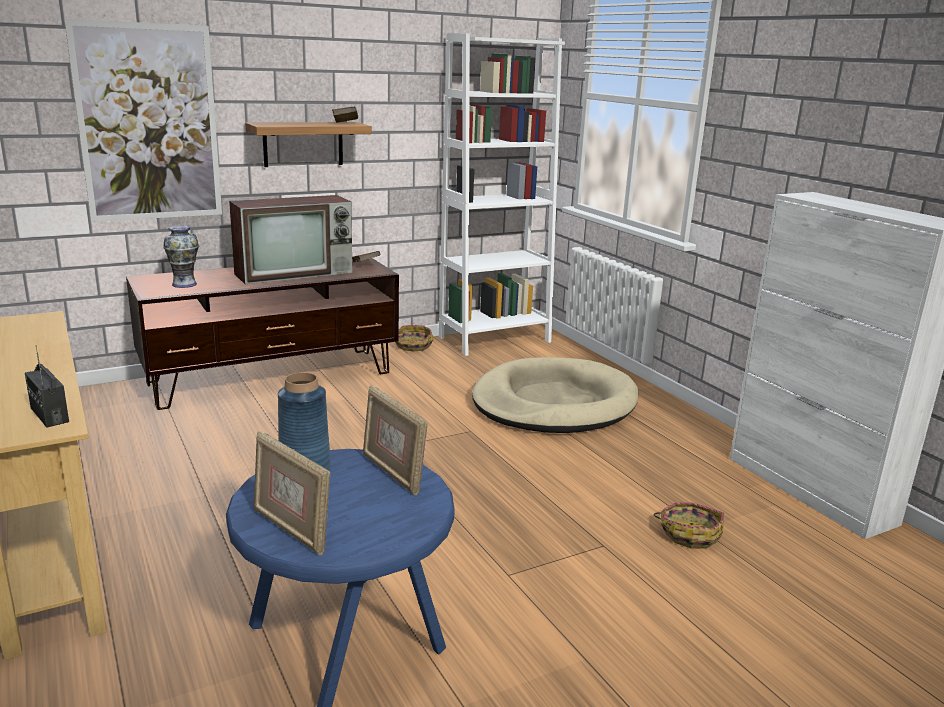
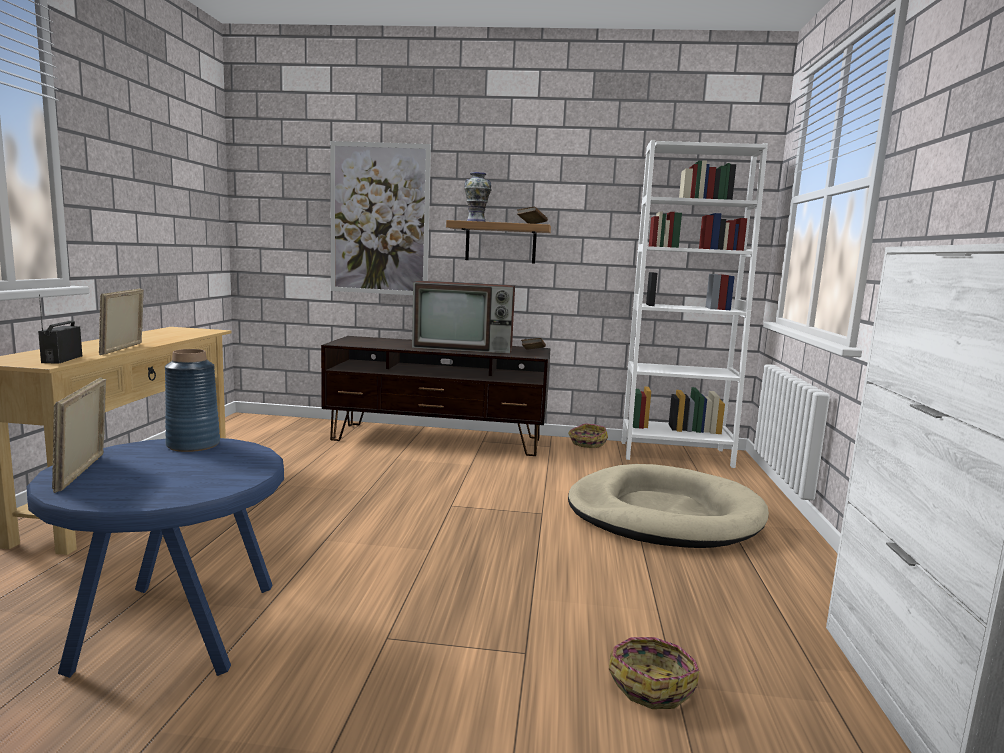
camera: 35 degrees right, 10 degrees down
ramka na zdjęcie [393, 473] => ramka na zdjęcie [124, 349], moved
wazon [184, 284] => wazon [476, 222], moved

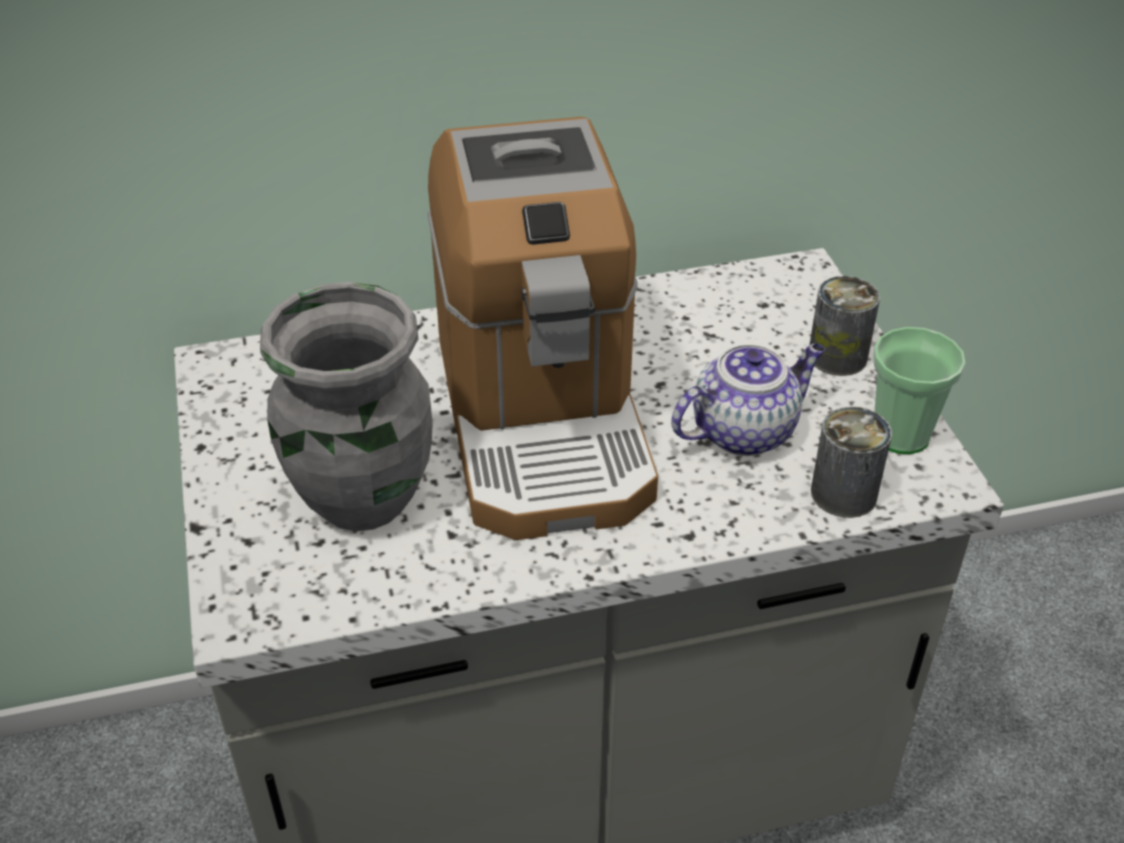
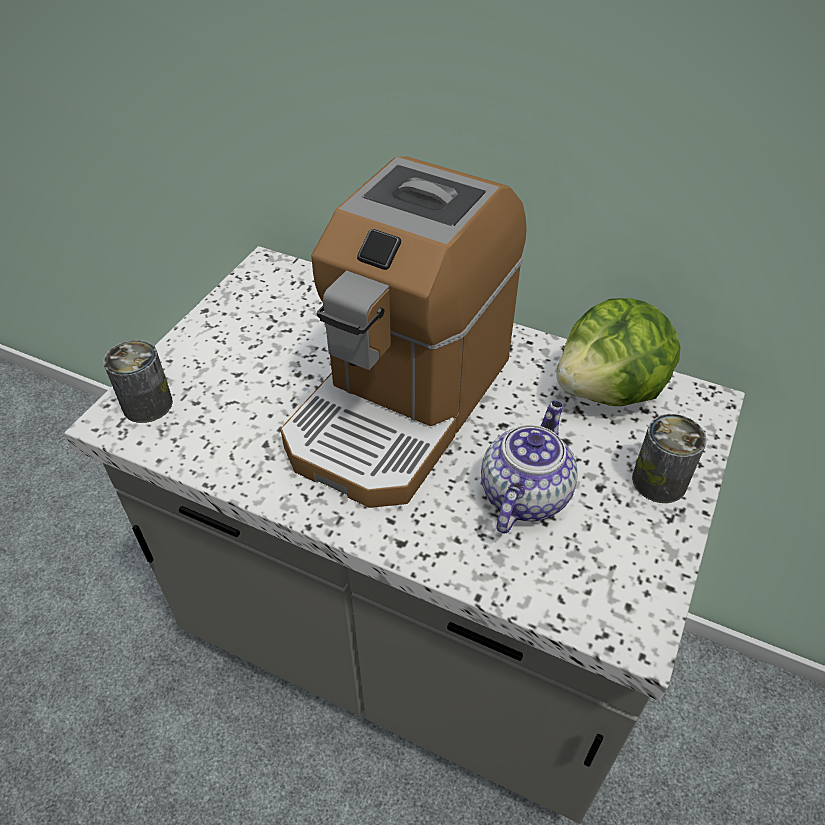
camera: 40 degrees right, 5 degrees up
puszka [843, 493] => puszka [147, 404], moved
imbryk [744, 430] => imbryk [524, 493], 75 degrees counterclockwise
nothing => sałata [610, 391]
wazon [szary] [360, 499] => nothing
filiżanka [900, 435] => nothing

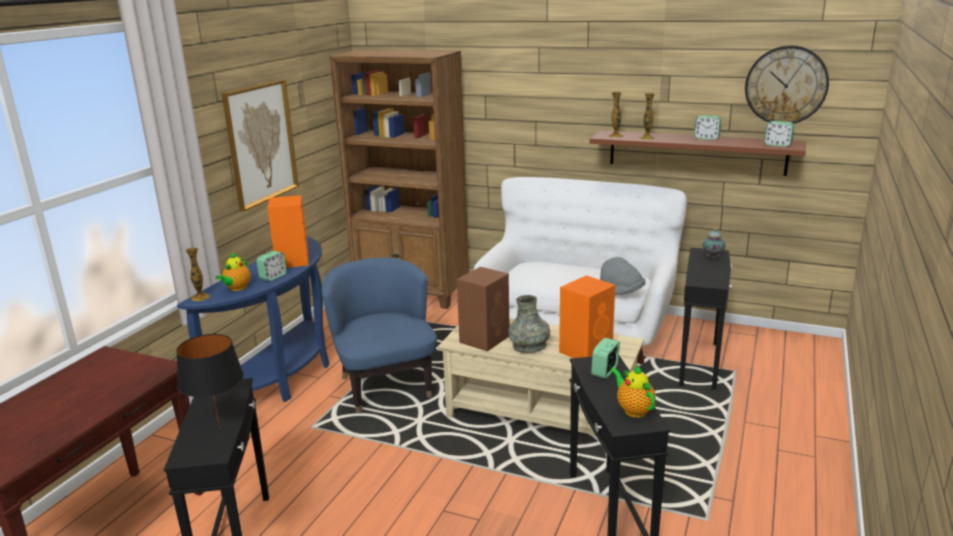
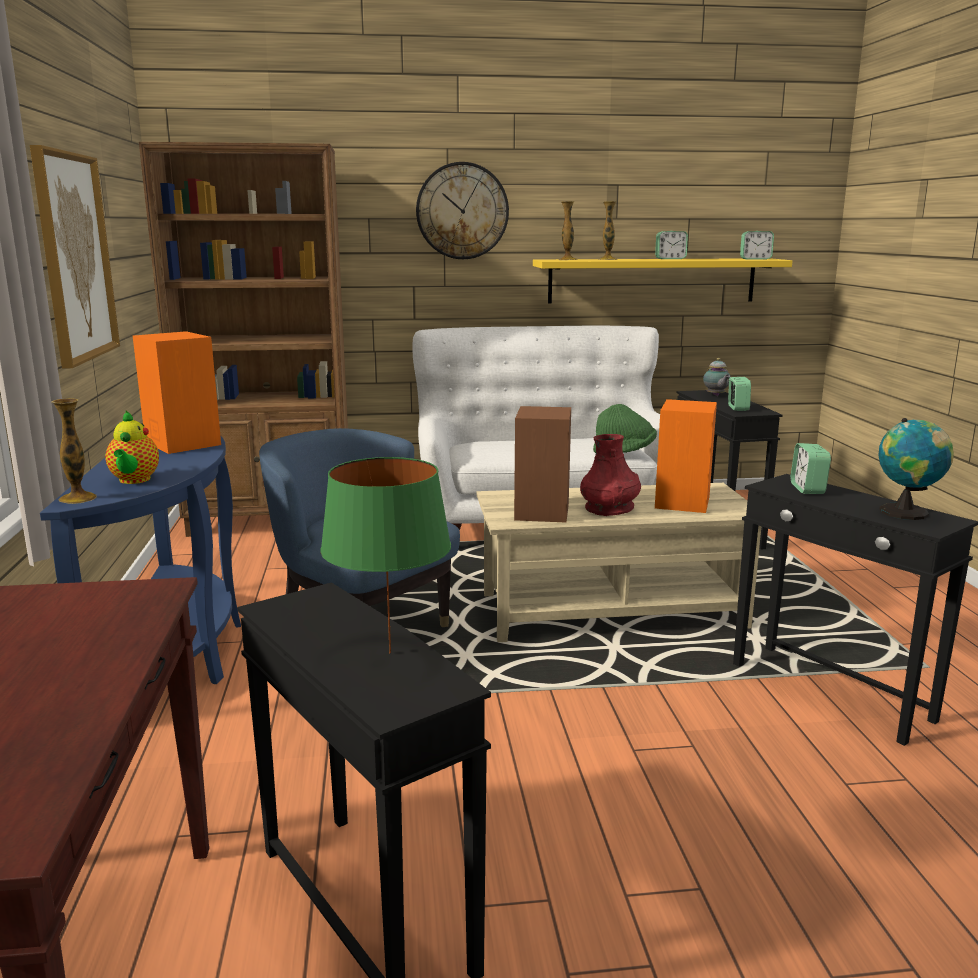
camera: 30 degrees left, 5 degrees down
lampa stołowa [czarny] [219, 428] => lampa stołowa [zielony] [388, 653]
zegar ścienny [786, 85] => zegar ścienny [462, 211], moved
półka [brązowy] [696, 152] => półka [żółty] [652, 280]
wazon [szary] [529, 346] => wazon [czerwony] [609, 508]
kapelusz [szary] [621, 293] => kapelusz [zielony] [624, 452]
budzik [273, 276] => budzik [738, 408], moved
imbryk [633, 410] => globus [907, 513]

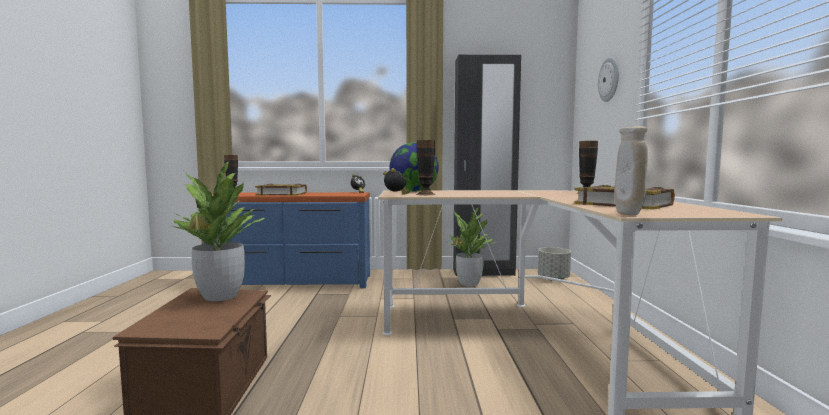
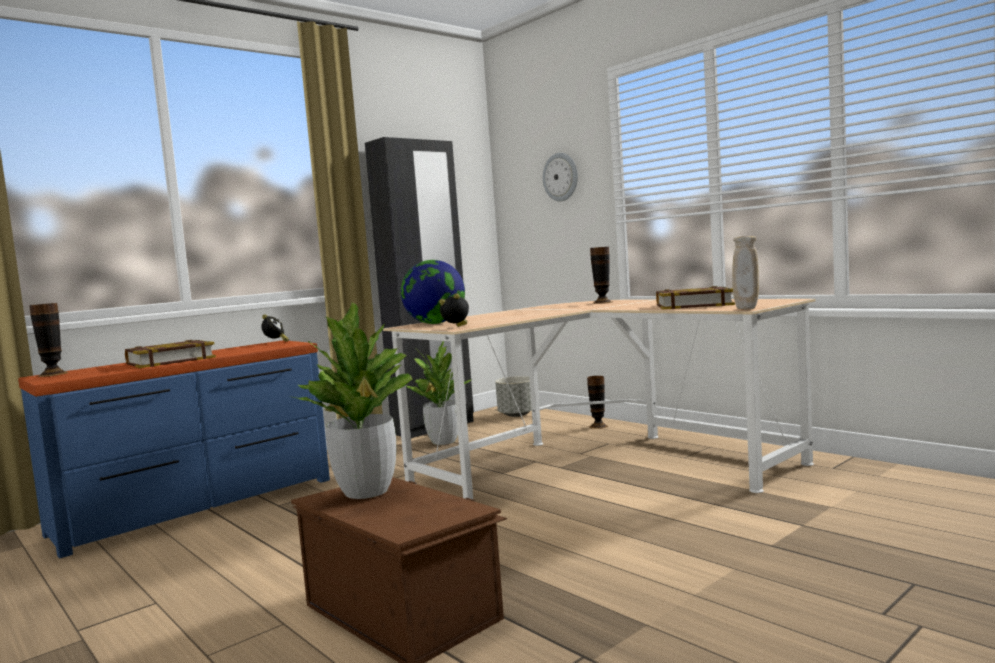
camera: 40 degrees left, 0 degrees up
wazon [425, 194] => wazon [598, 426], moved

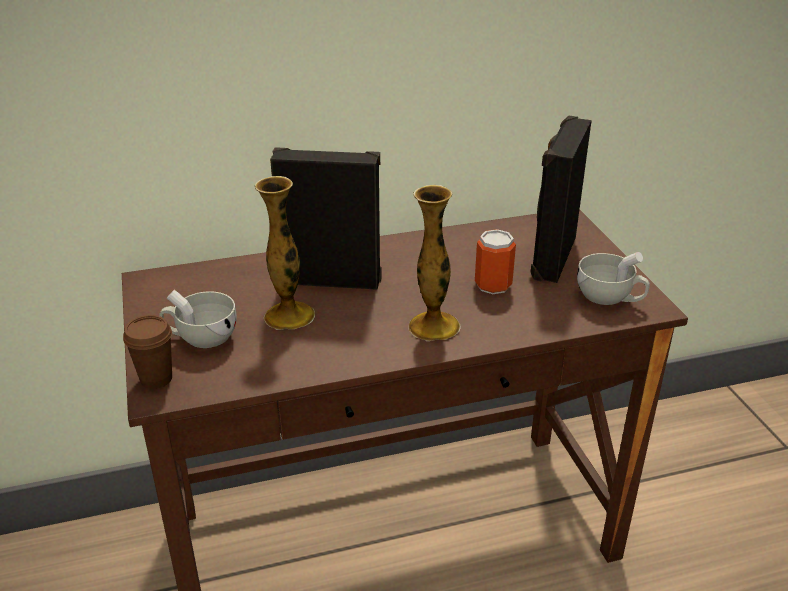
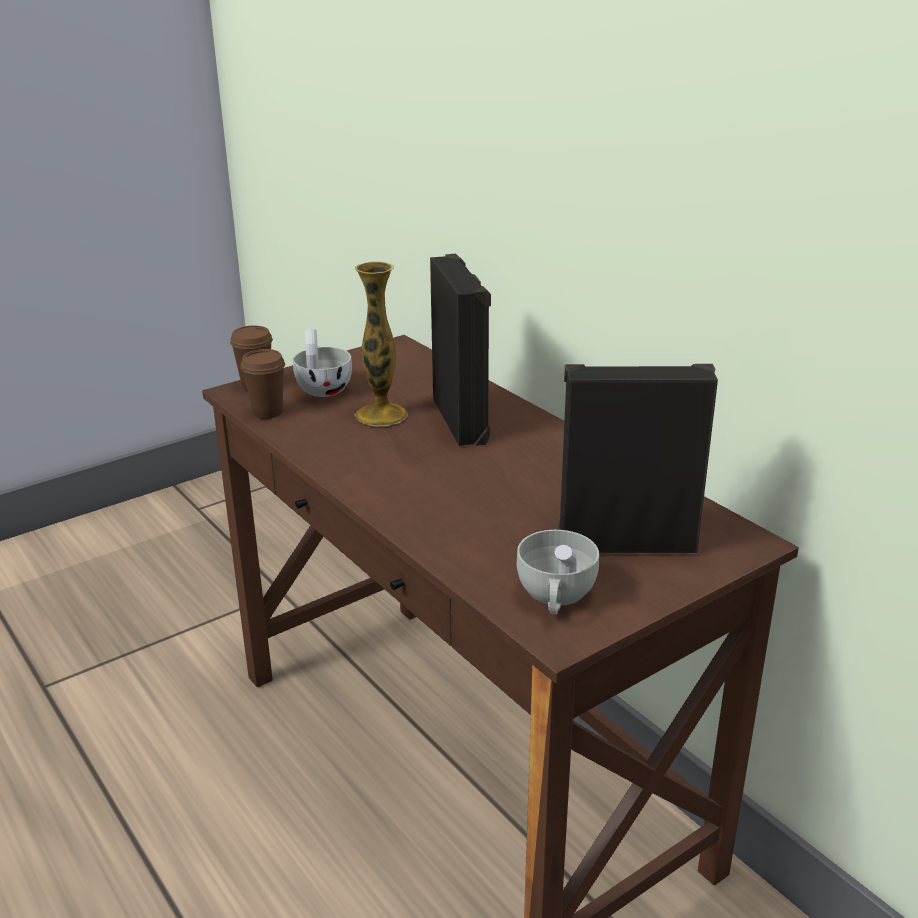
camera: 70 degrees right, 5 degrees down
nothing => filiżanka [brązowy] [267, 412]
wazon [434, 326] => nothing
puszka [493, 285] => nothing

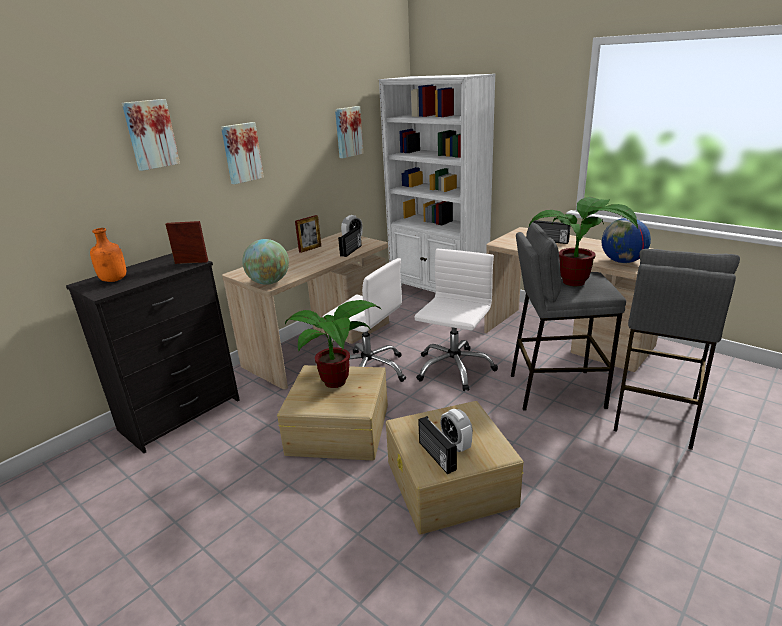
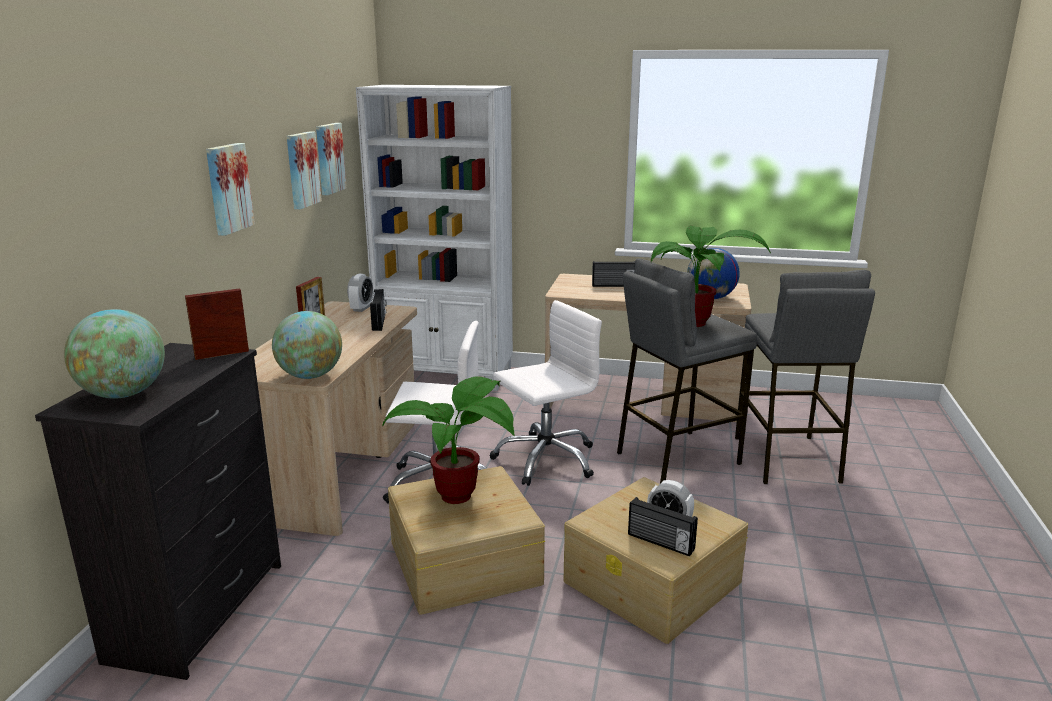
camera: 30 degrees left, 5 degrees down
butelka [pomarańczowy] [114, 280] => globus [123, 394]
obraz [150, 134] => obraz [301, 169], moved
krzesło biurowe [biały] [453, 368] => krzesło biurowe [biały] [545, 459], 60 degrees clockwise

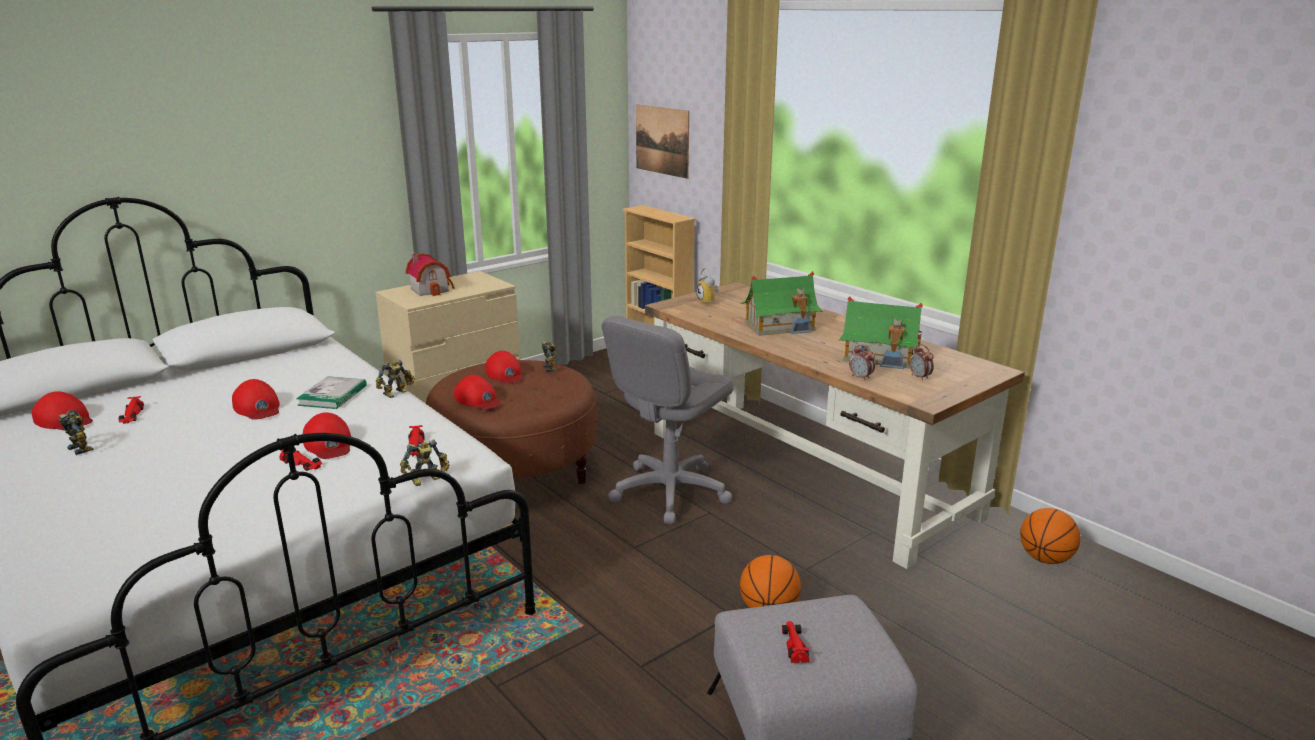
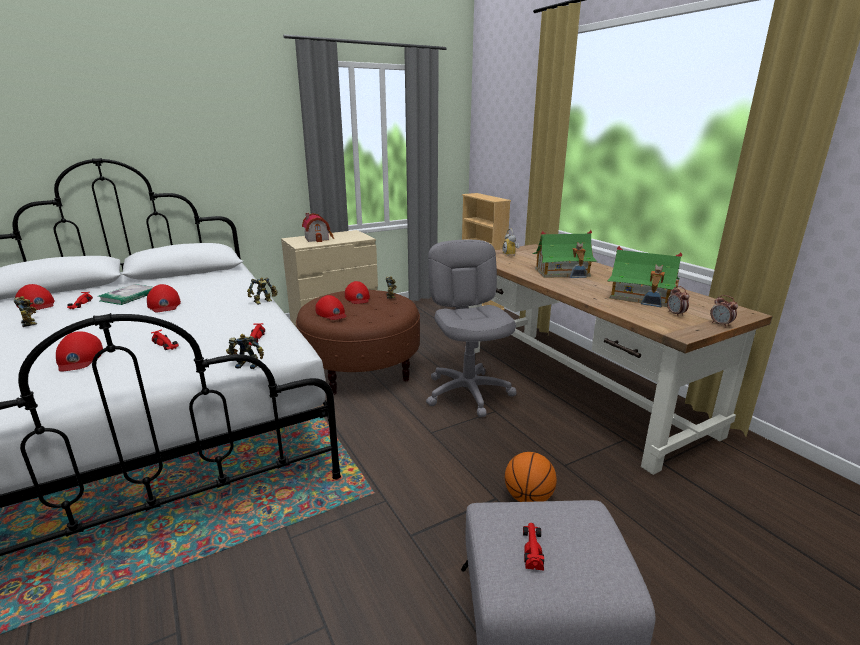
camera: 10 degrees right, 0 degrees up
czapka z daszkiem [czerwony] [329, 444] => czapka z daszkiem [czerwony] [79, 358], moved
książka [332, 395] => książka [129, 296], moved
robot zabawkowy [427, 480] => robot zabawkowy [248, 364], 150 degrees counterclockwise
krzesło biurowe [szary] [669, 492] => krzesło biurowe [szary] [468, 392], 120 degrees clockwise
budzik [861, 377] => budzik [720, 324], moved
obraz [662, 140] => nothing
piłka do koszykówki [1045, 559] => nothing

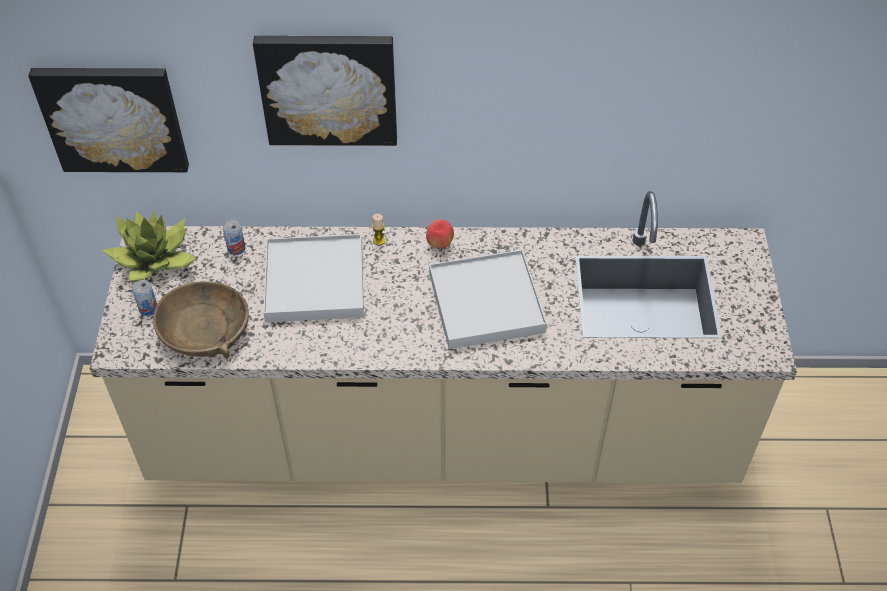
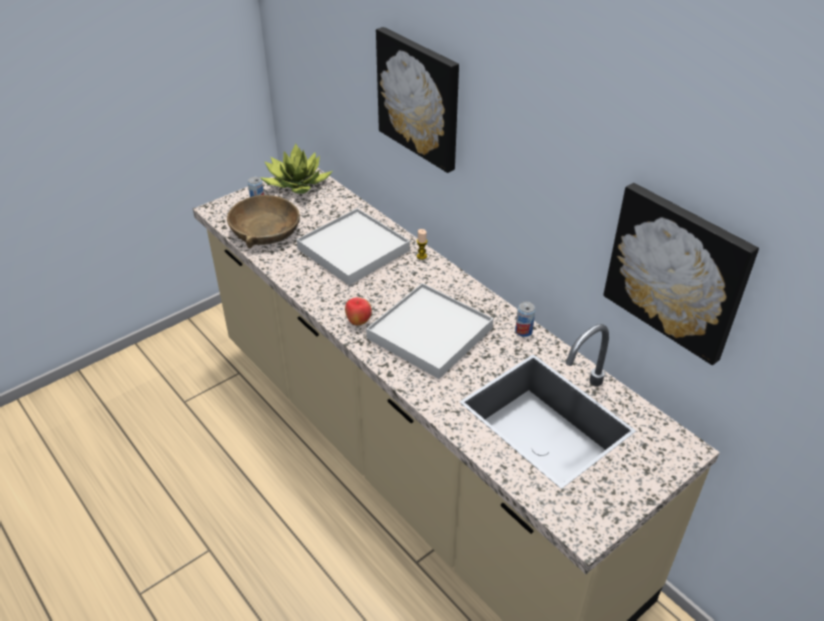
camera: 50 degrees right, 10 degrees down
jabłko [439, 244] => jabłko [358, 322], moved
puszka [236, 248] => puszka [523, 331], moved
obraz [113, 117] => obraz [678, 271], moved

